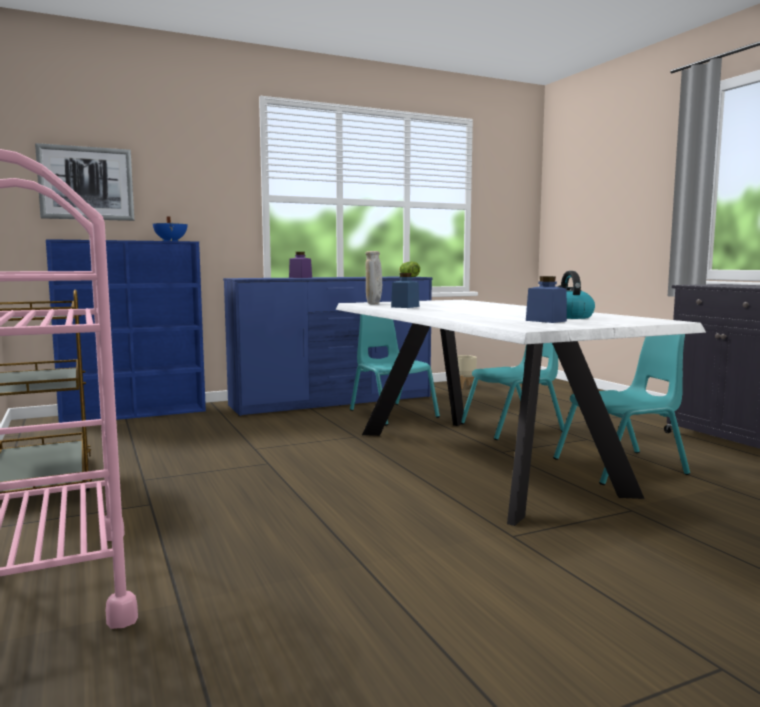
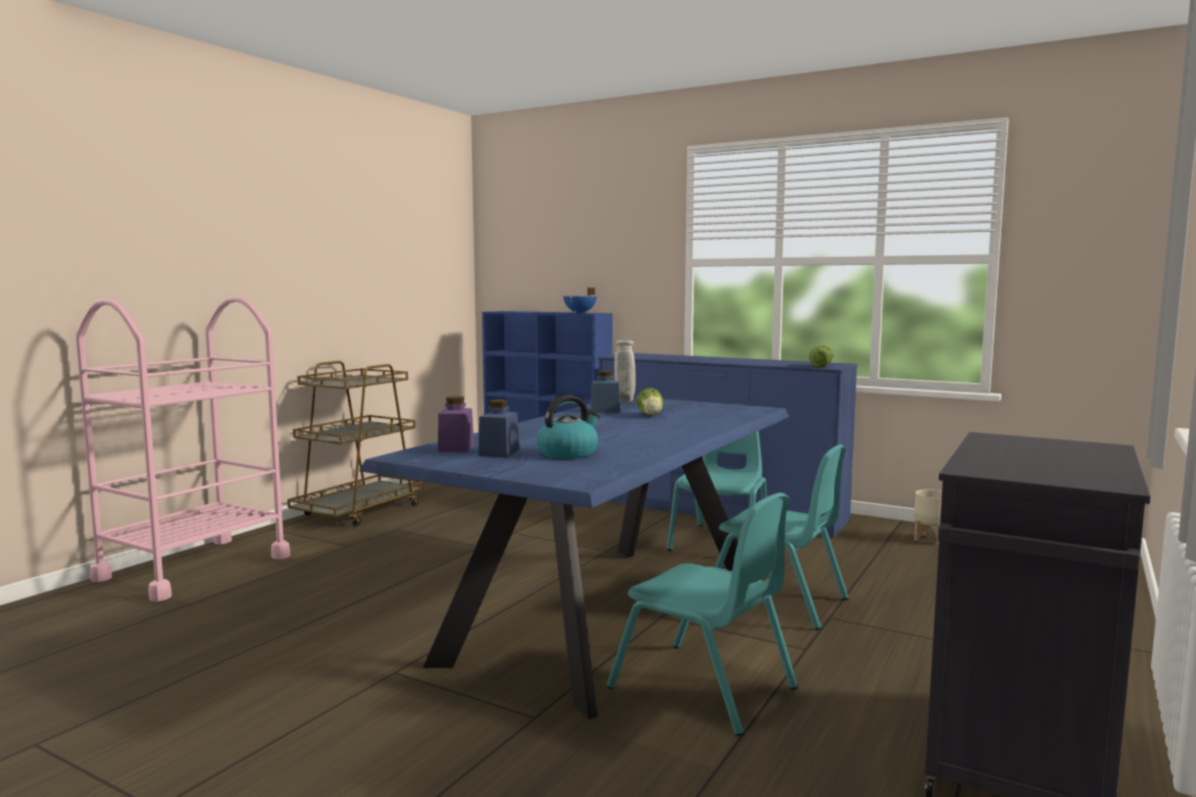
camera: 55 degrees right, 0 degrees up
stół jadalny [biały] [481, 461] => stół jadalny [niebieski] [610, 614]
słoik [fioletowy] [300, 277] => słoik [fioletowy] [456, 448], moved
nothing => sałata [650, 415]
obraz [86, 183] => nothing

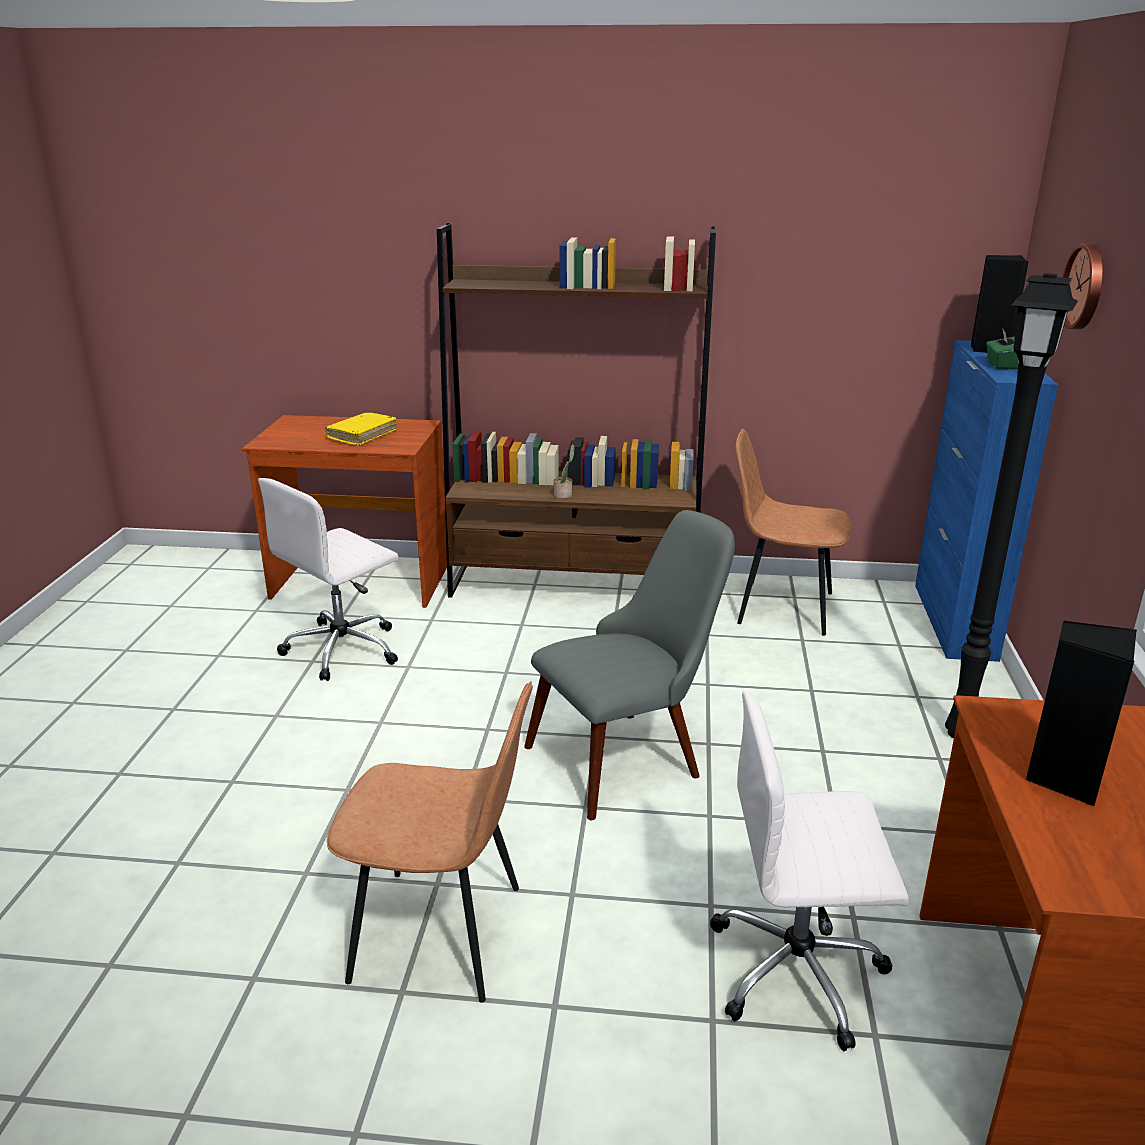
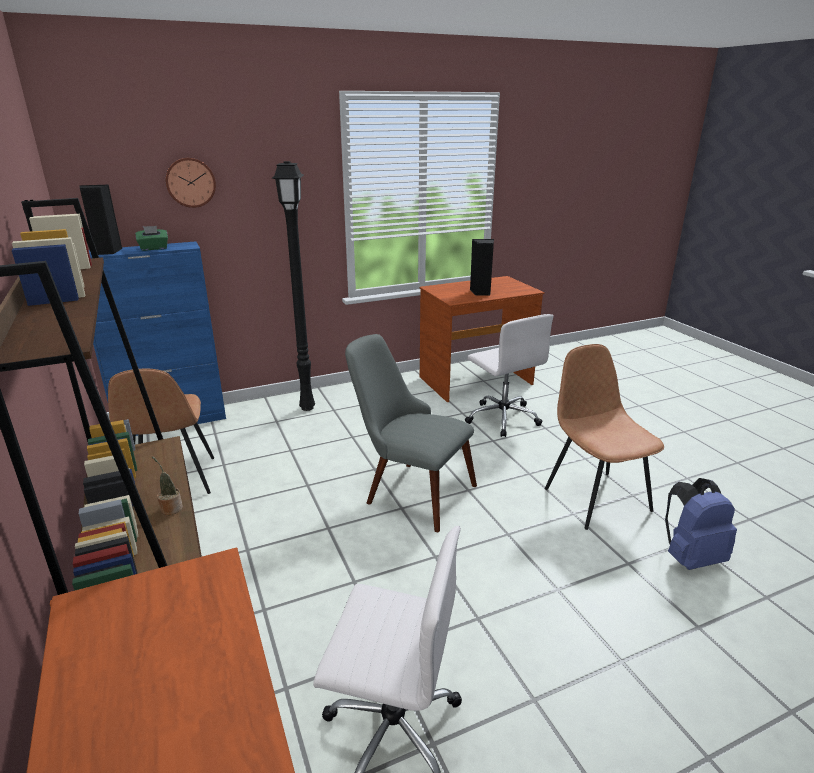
camera: 120 degrees left, 0 degrees up
nothing => plecak [niebieski] [690, 557]
książka [żółty] [362, 435] => nothing

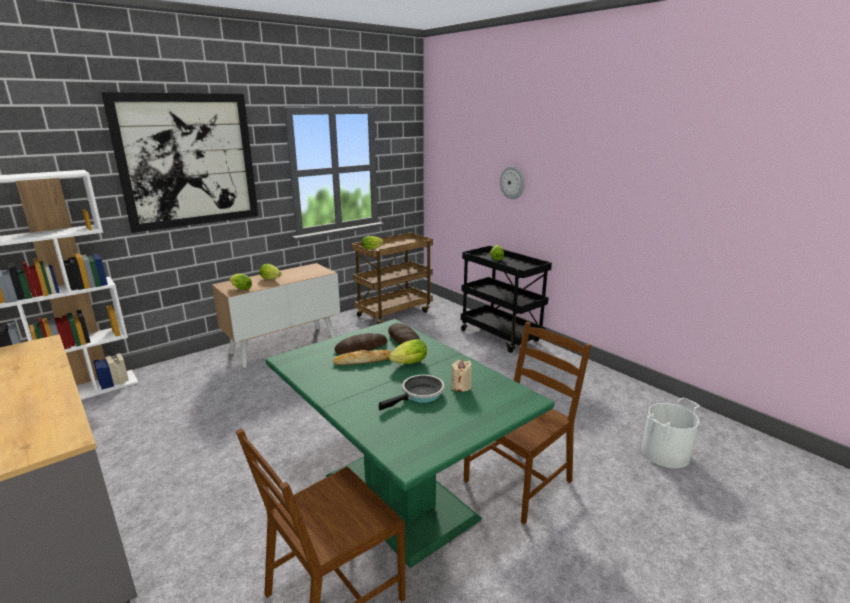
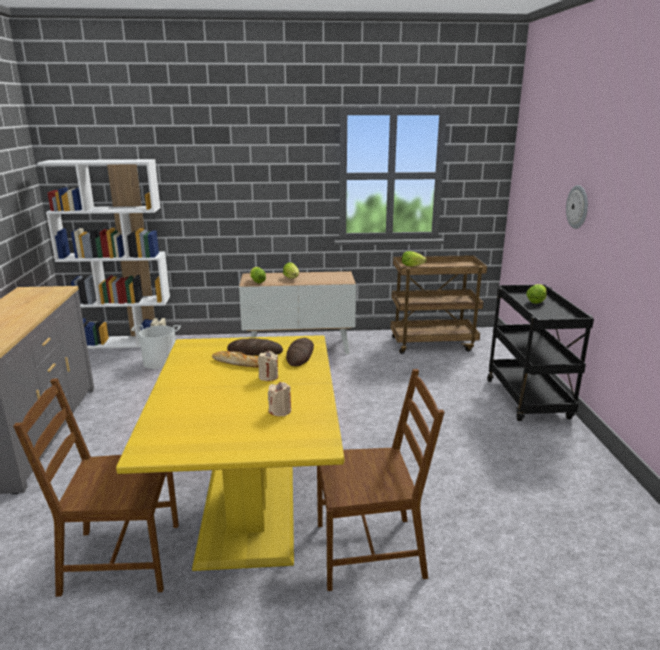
camera: 35 degrees right, 0 degrees up
stół jadalny [zielony] [401, 496] => stół jadalny [żółty] [250, 510]
wiadro [biały] [664, 453] => wiadro [biały] [160, 361], moved
sałata [407, 364] => świeca [beżowy] [268, 377]
obraz [188, 161] => nothing
patelnia [420, 395] => nothing

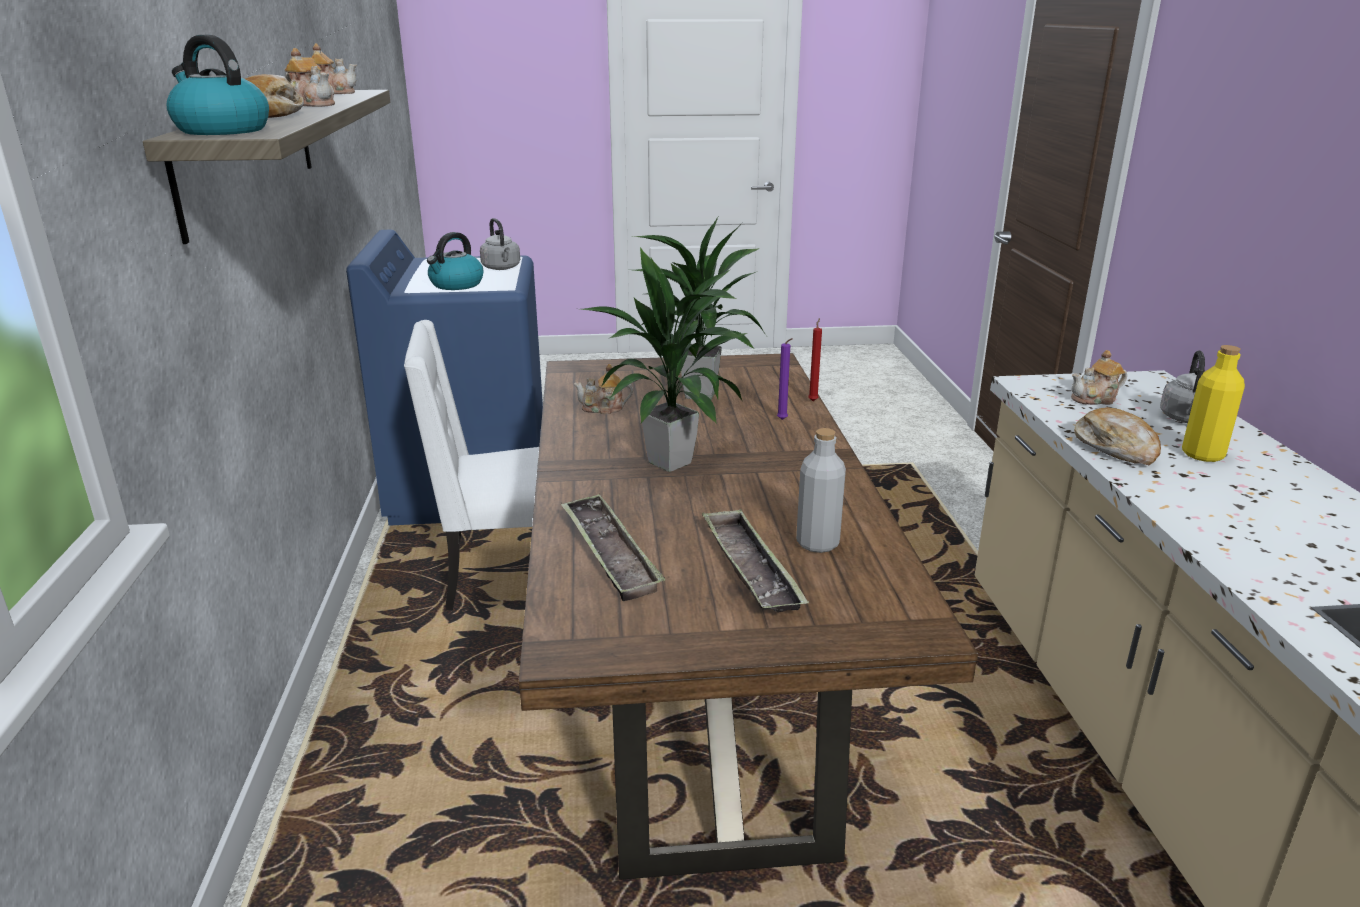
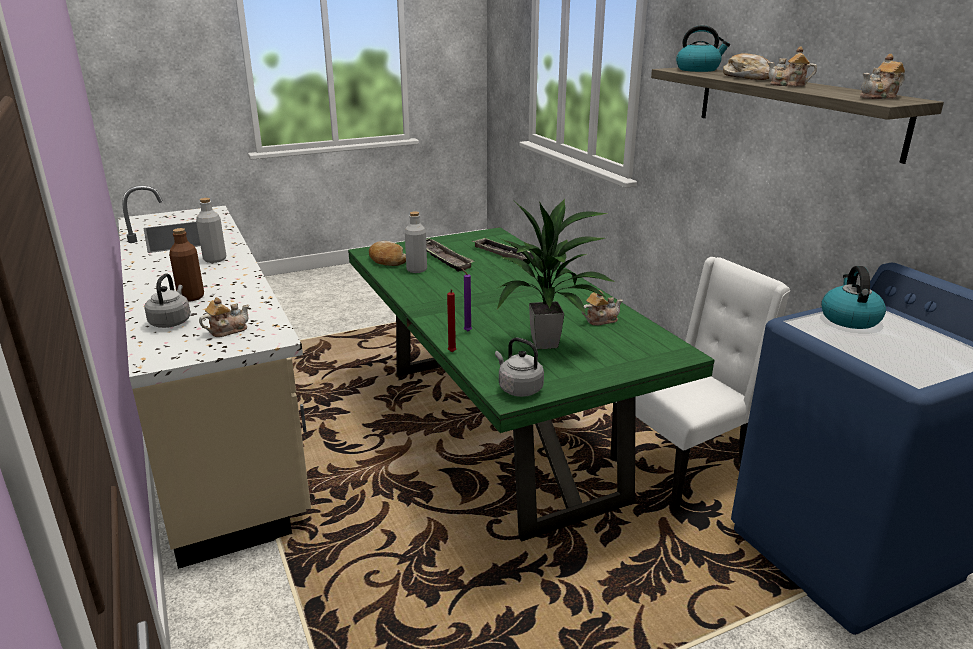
camera: 160 degrees right, 0 degrees up
butelka [żółty] [1202, 454] => butelka [brązowy] [191, 297]
nothing => butelka [szary] [215, 259]
stół jadalny [brązowy] [699, 677] => stół jadalny [zielony] [497, 430]
chleb [1116, 448] => chleb [386, 260], moved
czajnik [szary] [502, 268] => czajnik [szary] [518, 388], moved
roślina doniczkowa [671, 463] => nothing

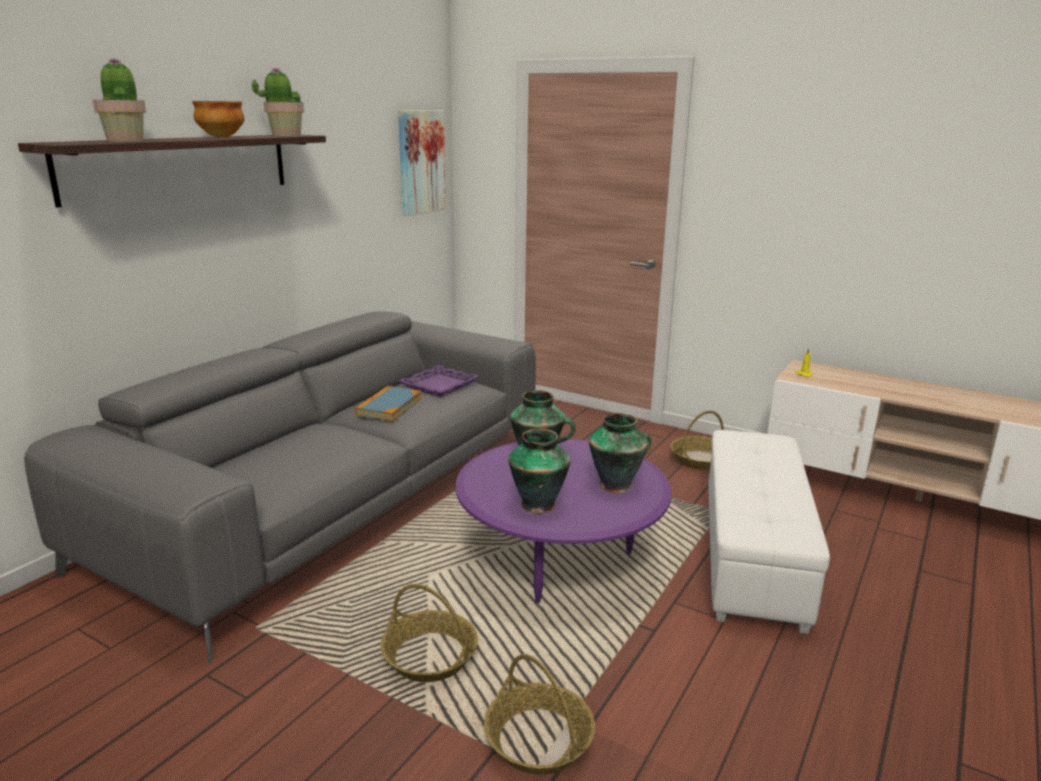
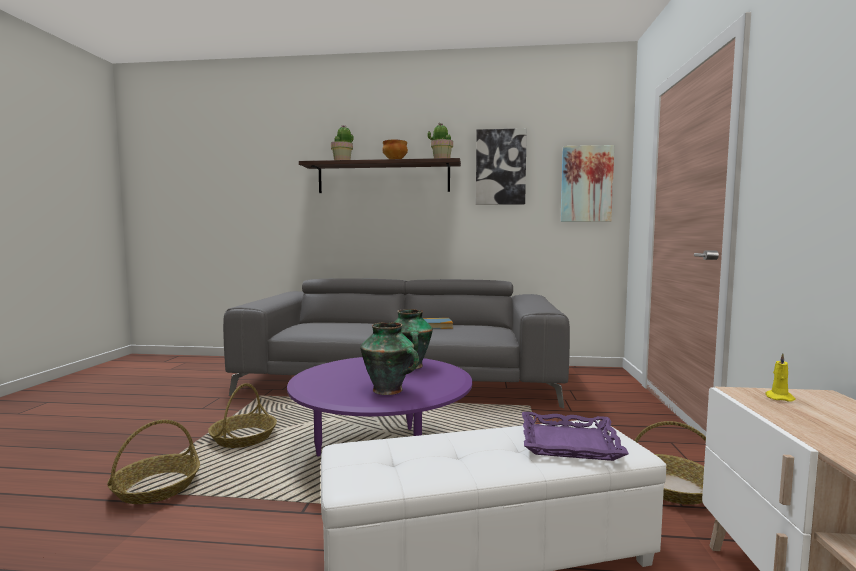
camera: 65 degrees right, 15 degrees down
nothing => obraz [500, 167]
taca [fioletowy] [439, 386] => taca [fioletowy] [569, 443], moved
wazon [538, 504] => nothing

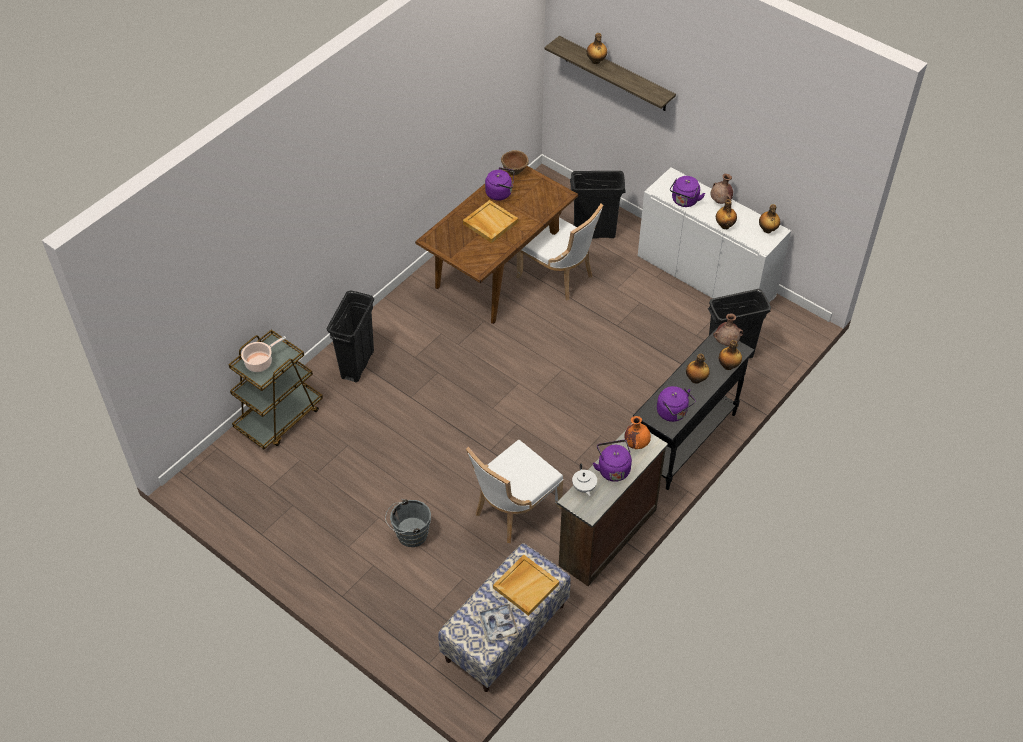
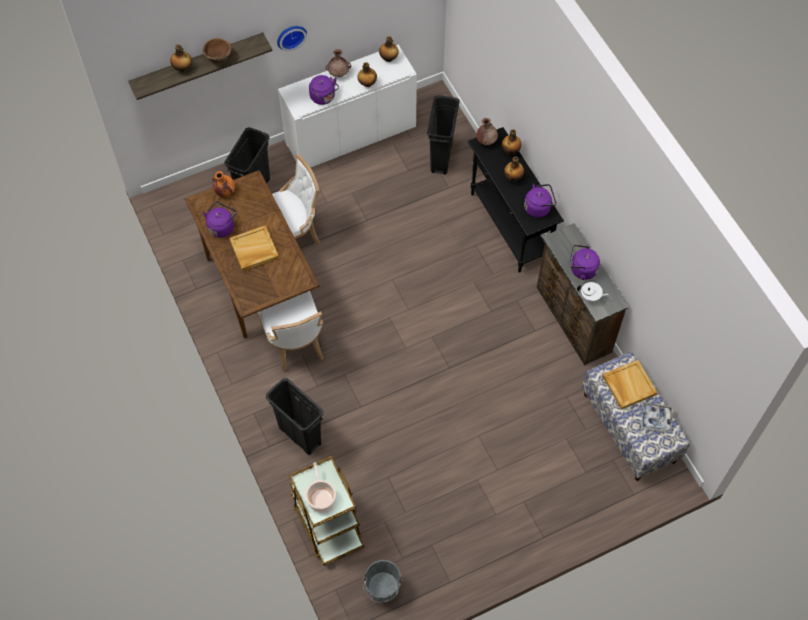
camera: 65 degrees left, 10 degrees up
miska [brązowy] [514, 170] => miska [brązowy] [218, 58], moved
wazon [pomarańczowy] [636, 443] => wazon [pomarańczowy] [224, 191], moved
krzesło [biały] [513, 510] => krzesło [biały] [295, 343], moved
nothing => zegar ścienny [290, 36]
wiadro [szary] [409, 535] => wiadro [szary] [382, 591], moved

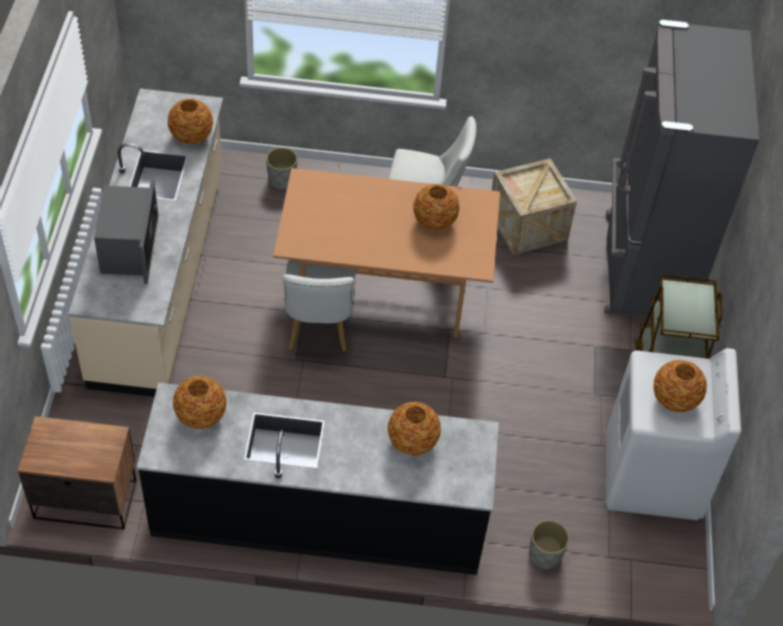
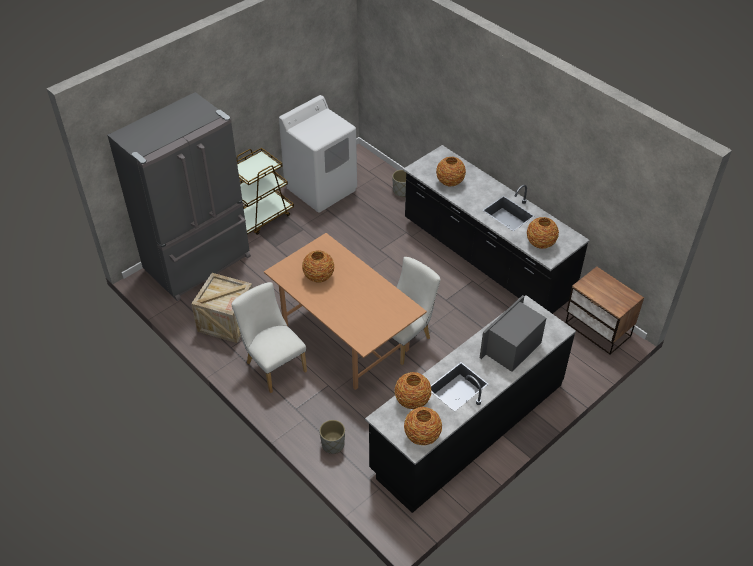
camera: 135 degrees left, 5 degrees down
zabudowa kuchenna [beżowy] [160, 277] => zabudowa kuchenna [czarny] [468, 426]
wazon [674, 400] => wazon [422, 436], moved

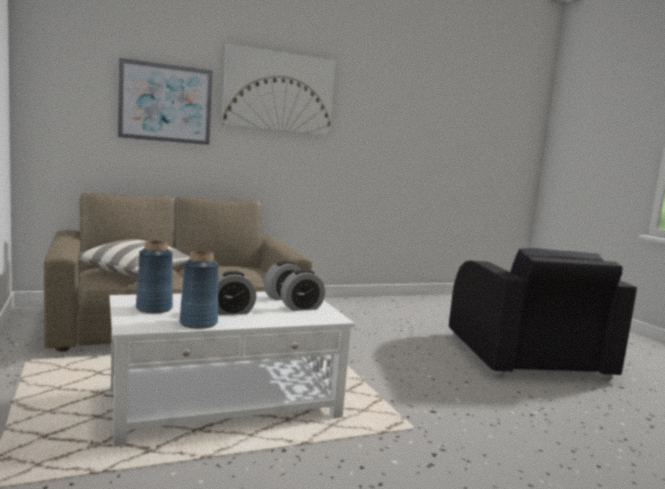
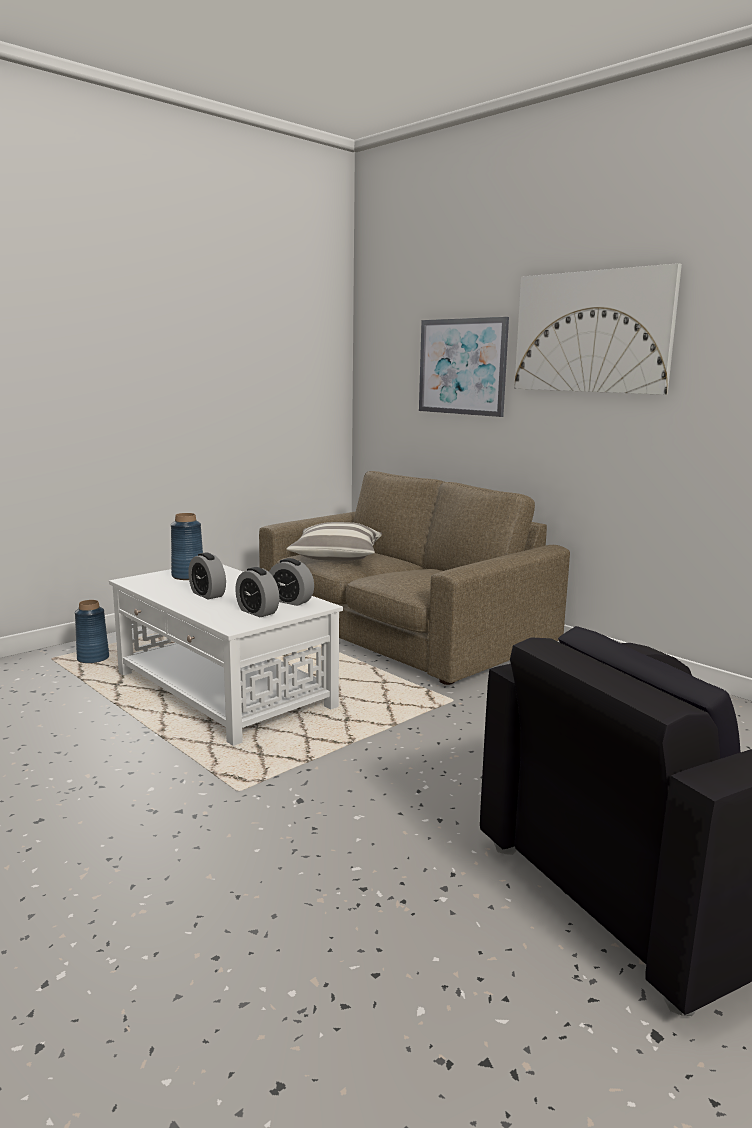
camera: 70 degrees right, 5 degrees up
wazon [niebieski] [198, 323] => wazon [niebieski] [93, 658], moved

